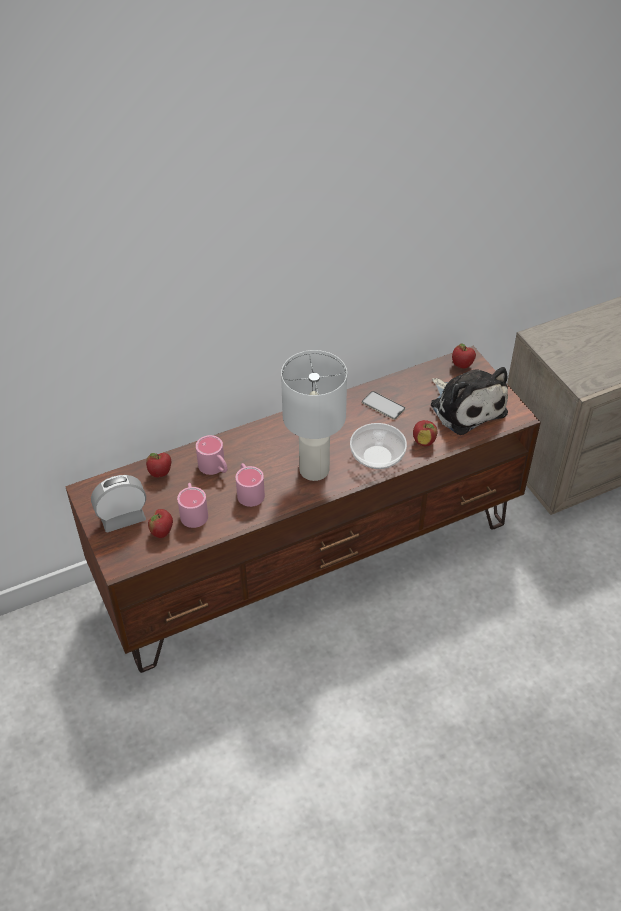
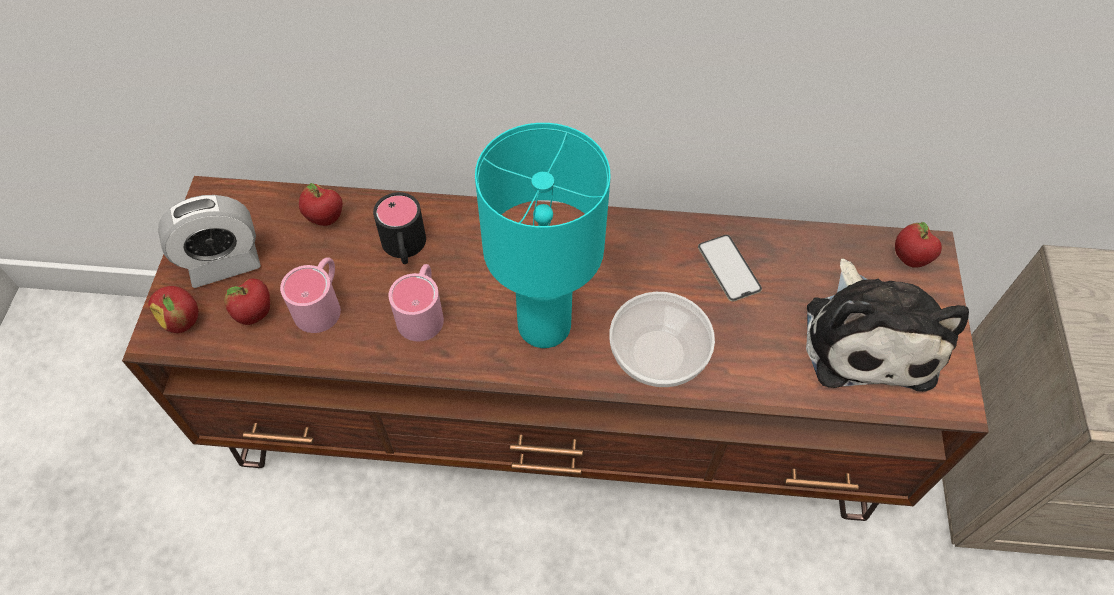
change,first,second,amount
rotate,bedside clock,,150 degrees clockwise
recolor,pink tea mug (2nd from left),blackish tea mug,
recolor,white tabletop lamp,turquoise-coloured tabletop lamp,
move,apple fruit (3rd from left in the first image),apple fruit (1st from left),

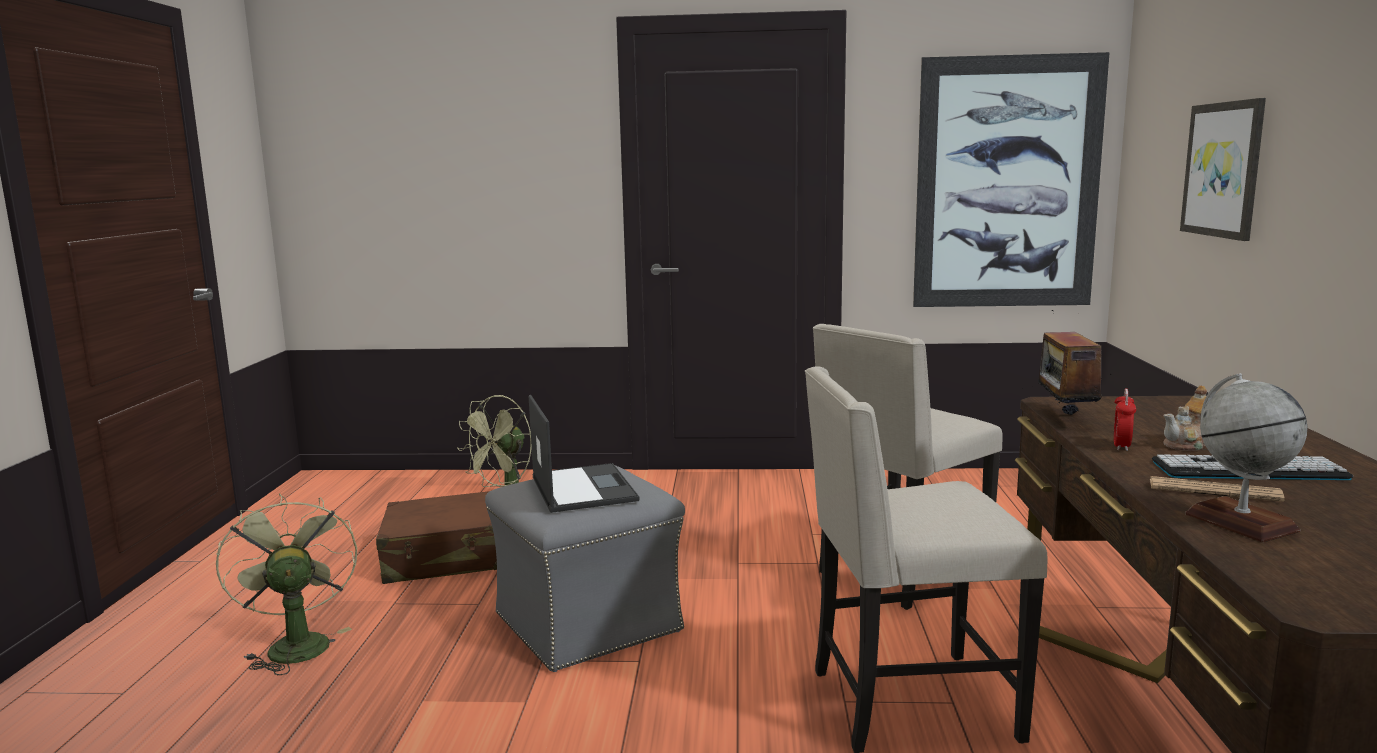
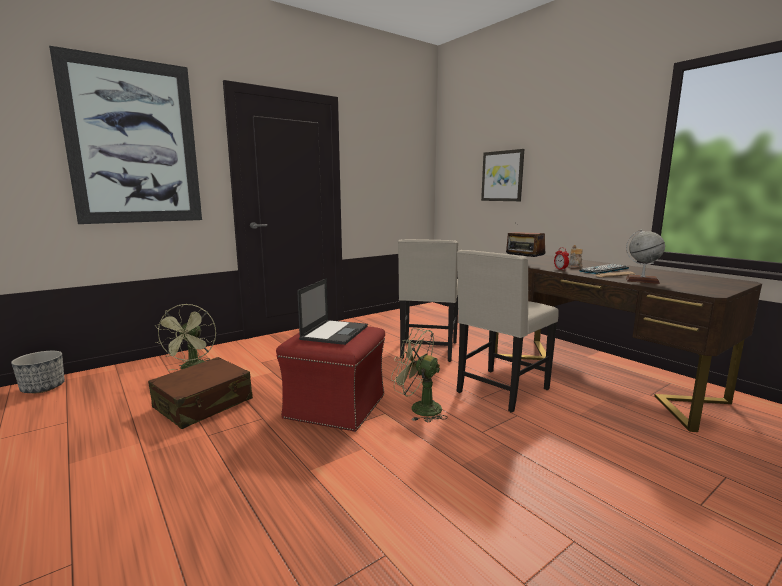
change,first,second,amount
move,greenish fan (1st from left in the first image),greenish fan (2nd from left),
recolor,grey pouffe,red pouffe,
rotate,notebook computer,,75 degrees clockwise
move,picture (1st from left),,
insert,,plant pot,

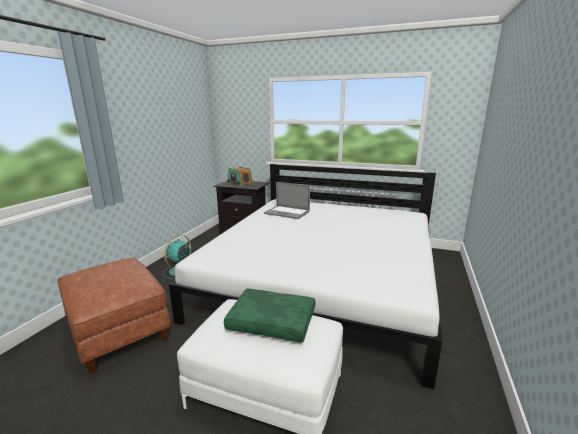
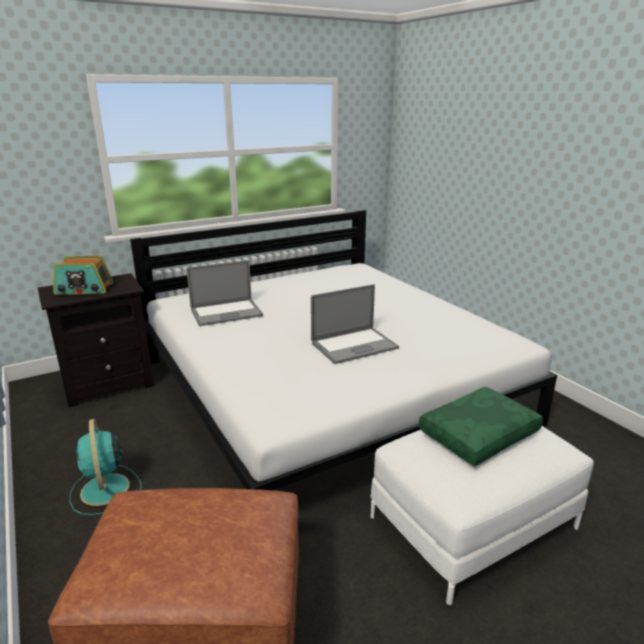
change,first,second,amount
insert,,notebook computer (2nd from left),

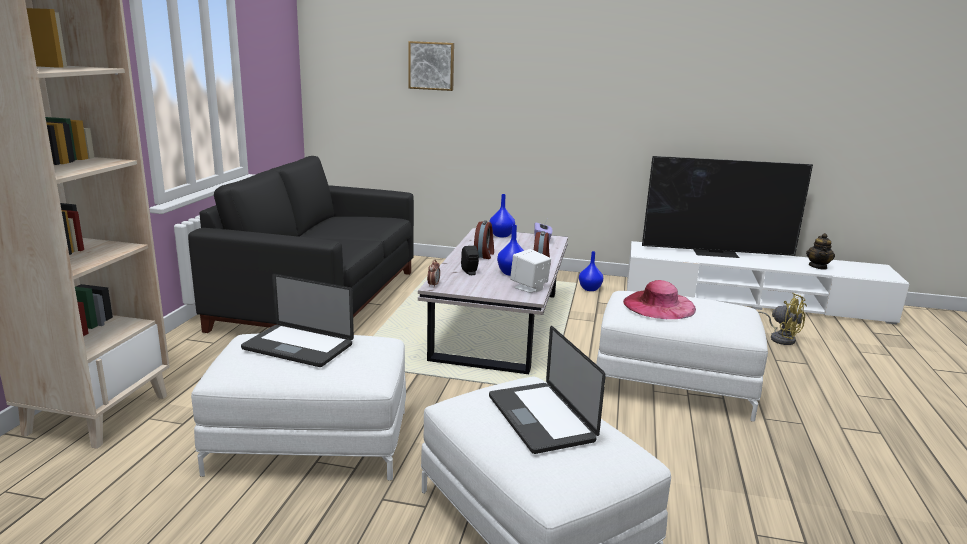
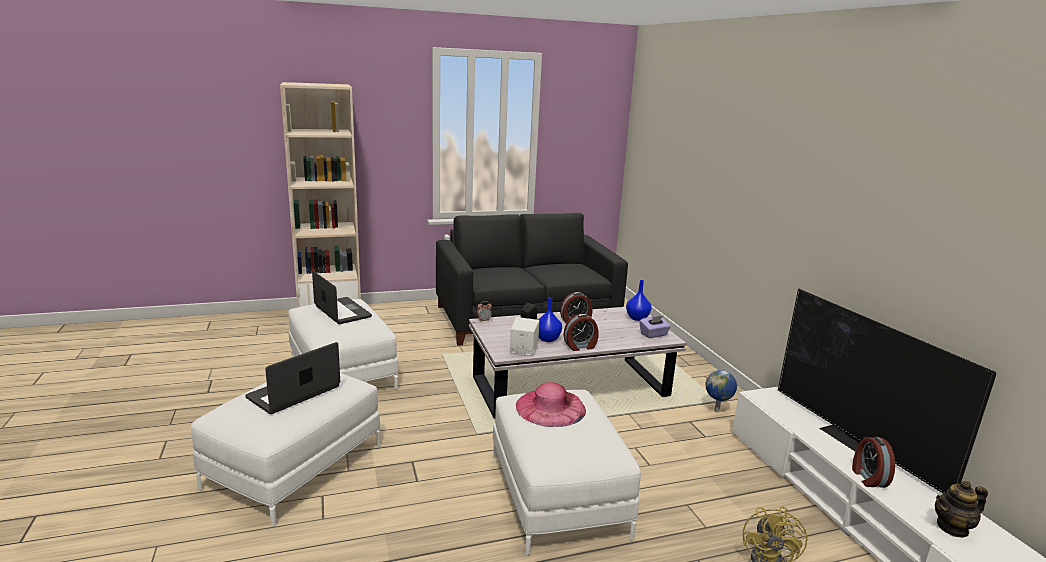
change,first,second,amount
rotate,notebook computer (1st from left in the first image),notebook computer (2nd from left),150 degrees clockwise
delete,picture,,
replace,blue vase (3rd from left),world globe,
insert,,bedside clock (4th from left),

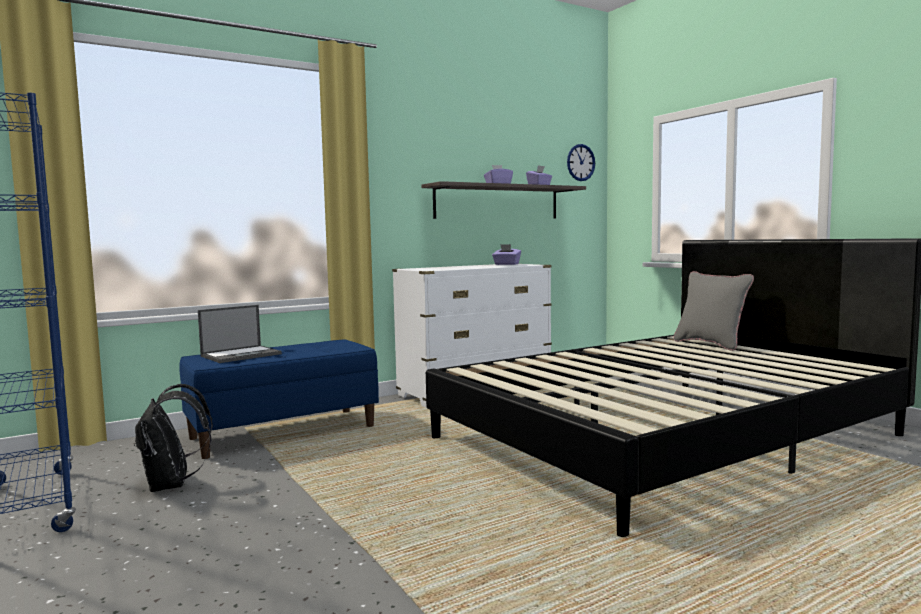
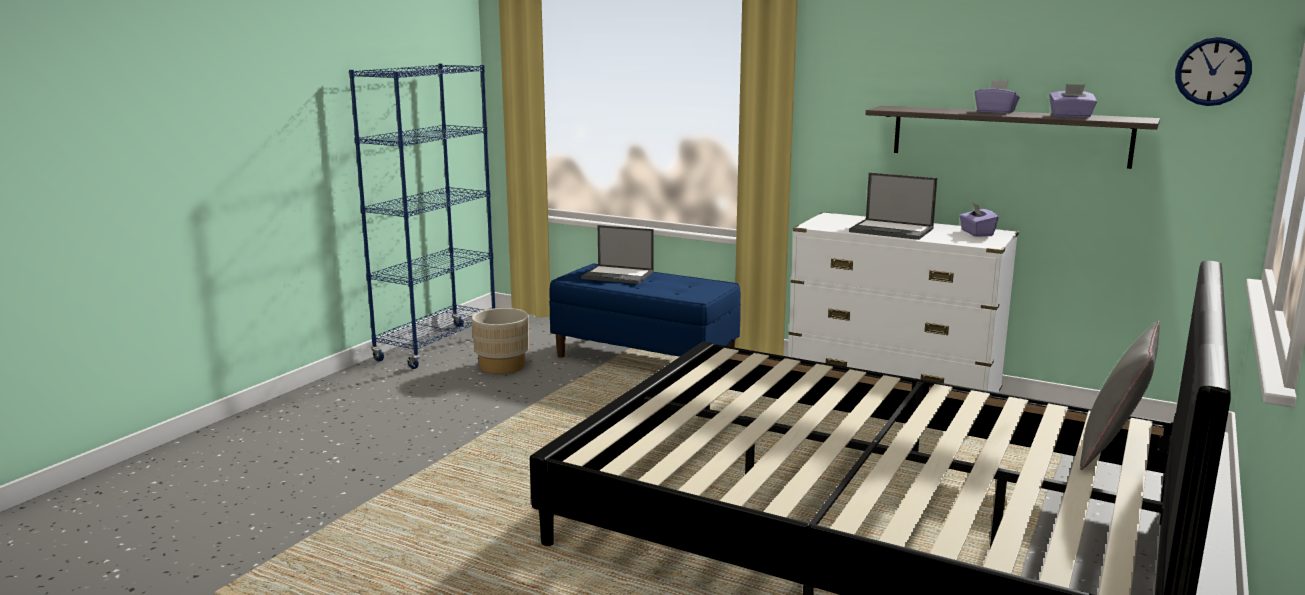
change,first,second,amount
replace,blackish backpack,beige plant pot,
insert,,notebook computer (2nd from left),

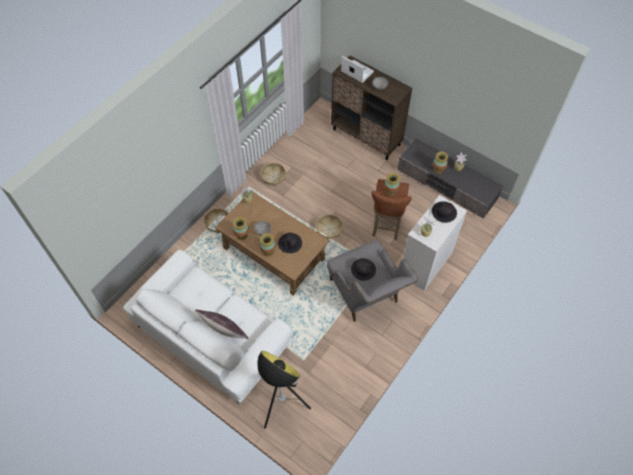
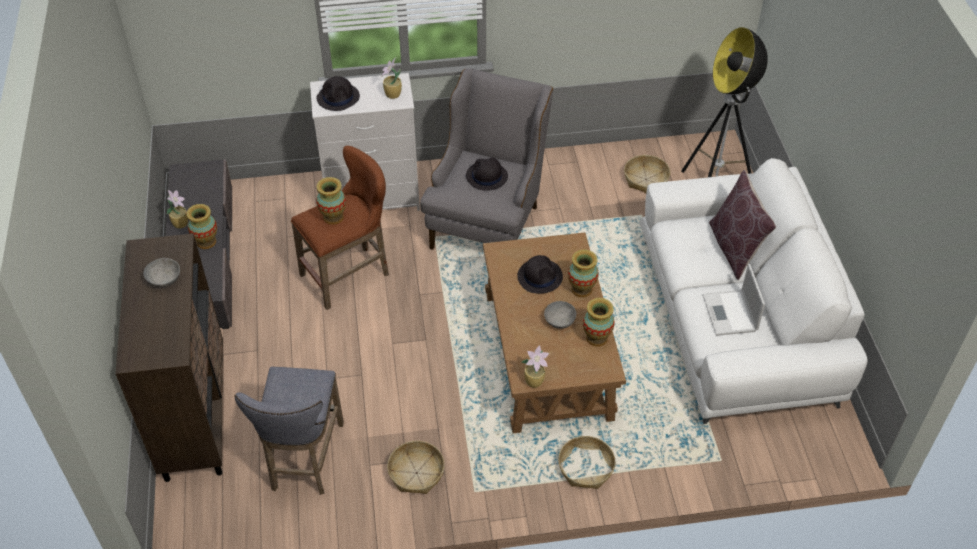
change,first,second,amount
move,household basket (3rd from left),,
move,notebook computer,,
insert,,grey stool,

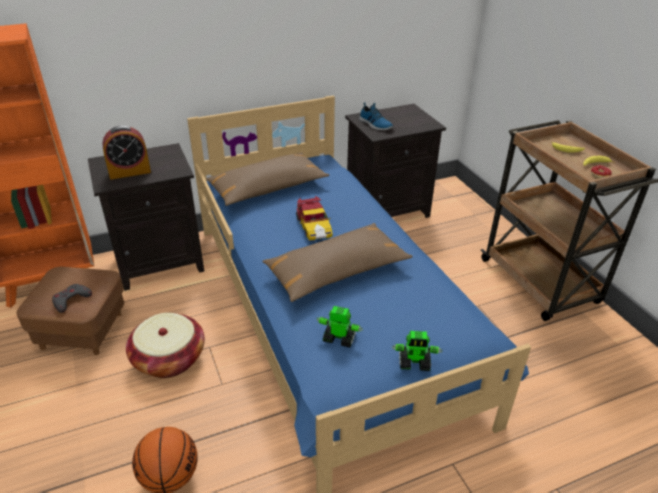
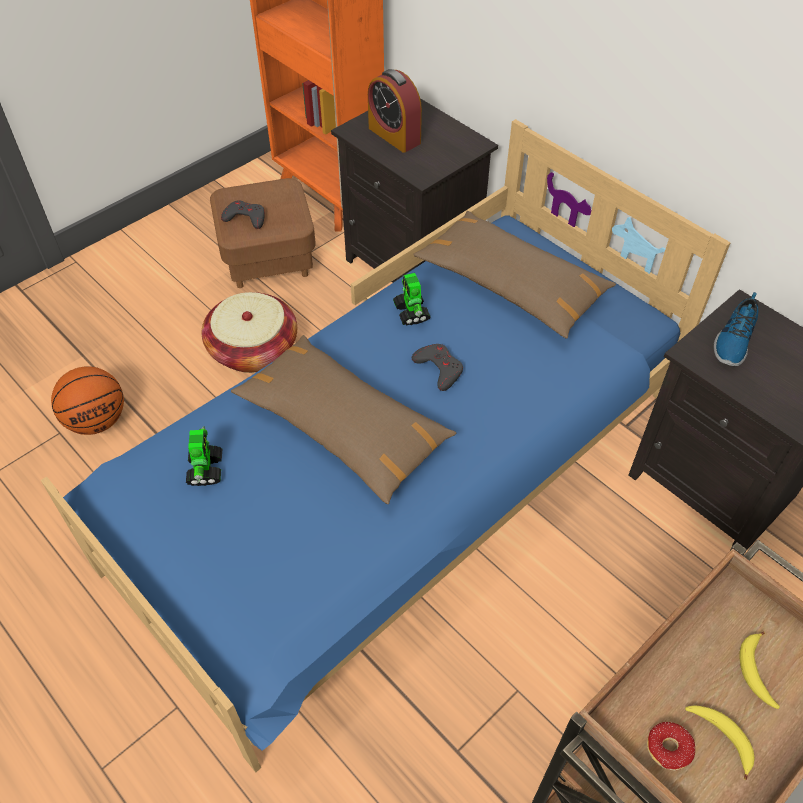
change,first,second,amount
replace,toy car,grey game controller (2nd from left),
move,toy robot (2nd from left),,

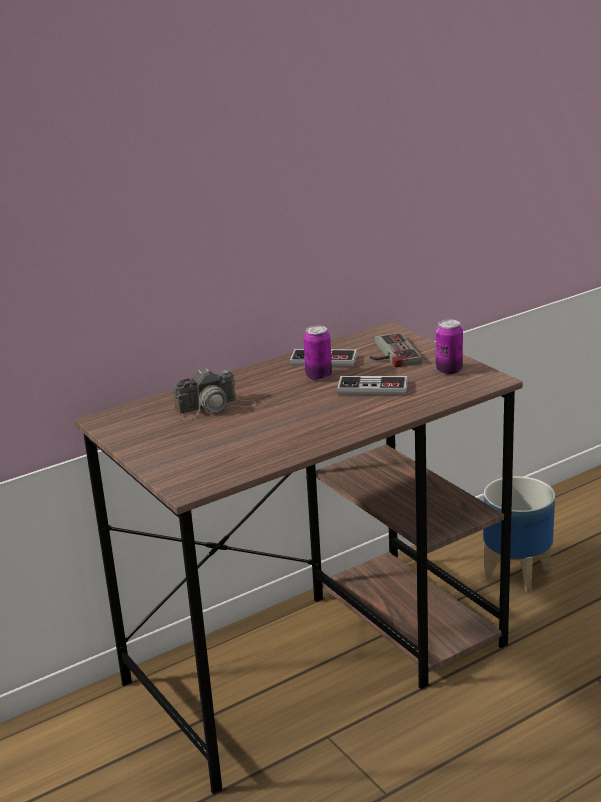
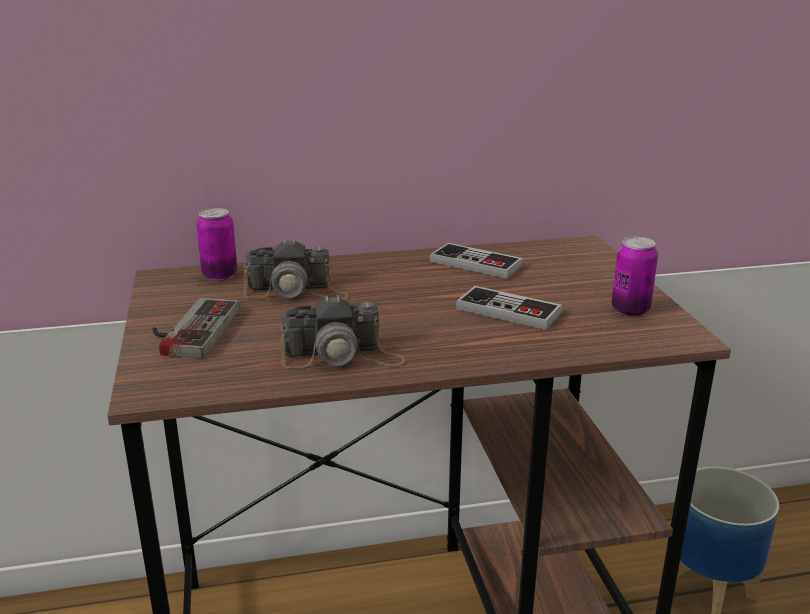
change,first,second,amount
move,can (1st from left),,
move,game controller (3rd from left in the first image),game controller (1st from left),
insert,,still camera (2nd from left),

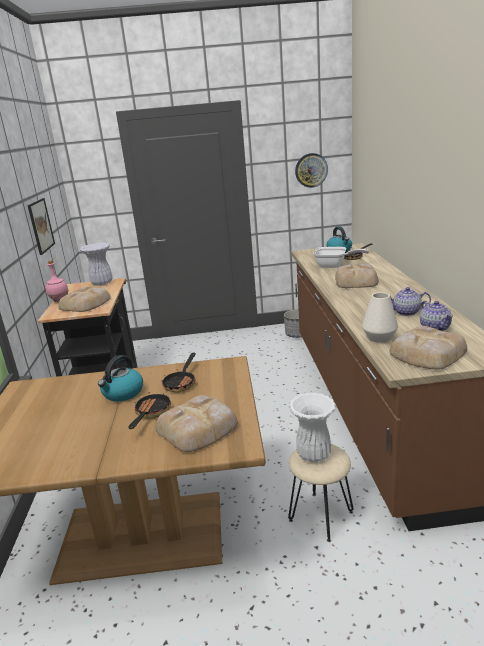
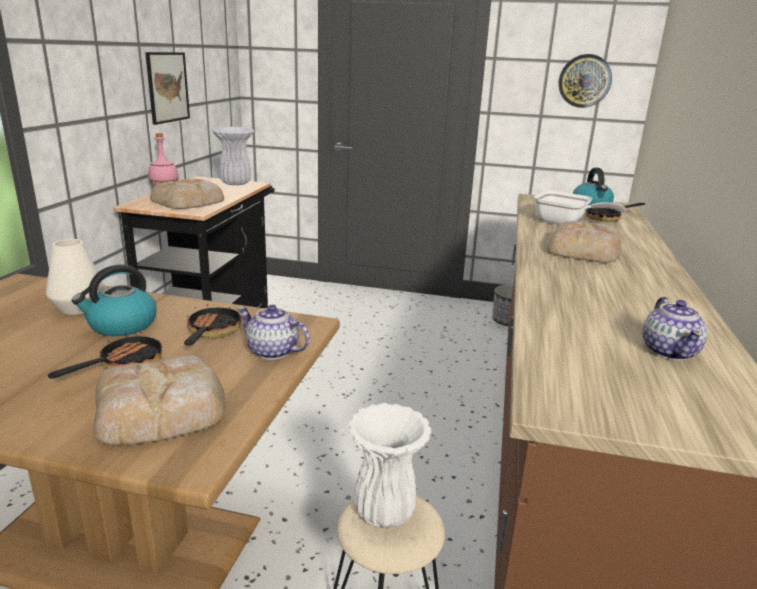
change,first,second,amount
rotate,frying pan (2nd from left),,150 degrees clockwise
move,white vase (3rd from left in the first image),white vase (1st from left),
move,pot for tea (1st from left),,
delete,bread (4th from left),,

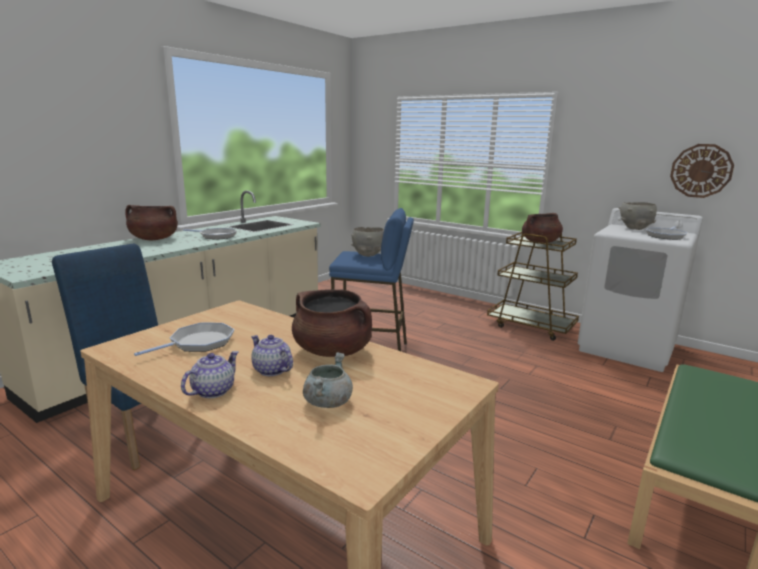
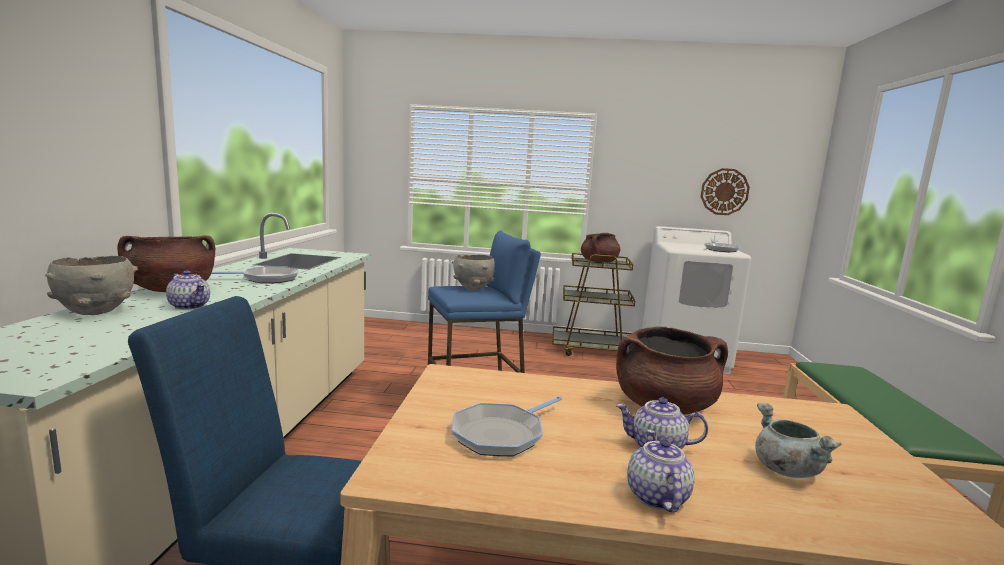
change,first,second,amount
rotate,frying pan (1st from left in the first image),frying pan (2nd from left),150 degrees counterclockwise
move,grey serving bowl (2nd from left in the first image),grey serving bowl (1st from left),
insert,,pot for tea (1st from left),

